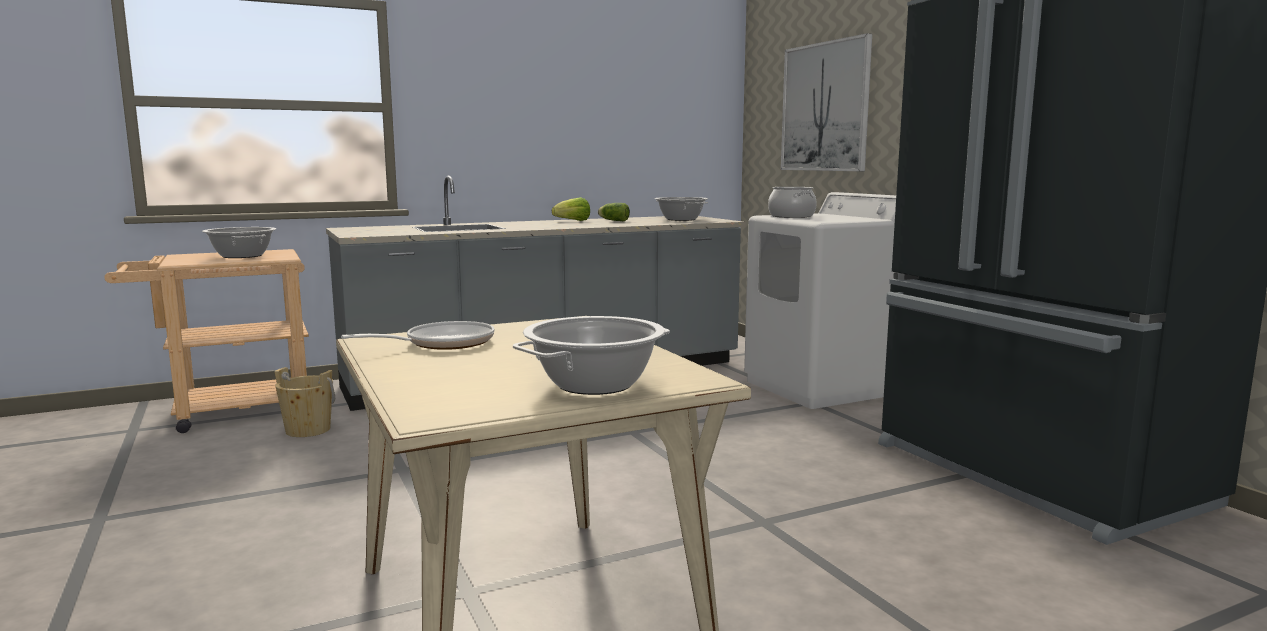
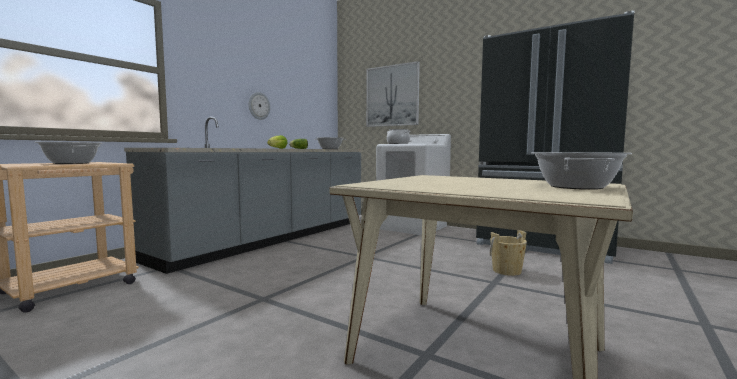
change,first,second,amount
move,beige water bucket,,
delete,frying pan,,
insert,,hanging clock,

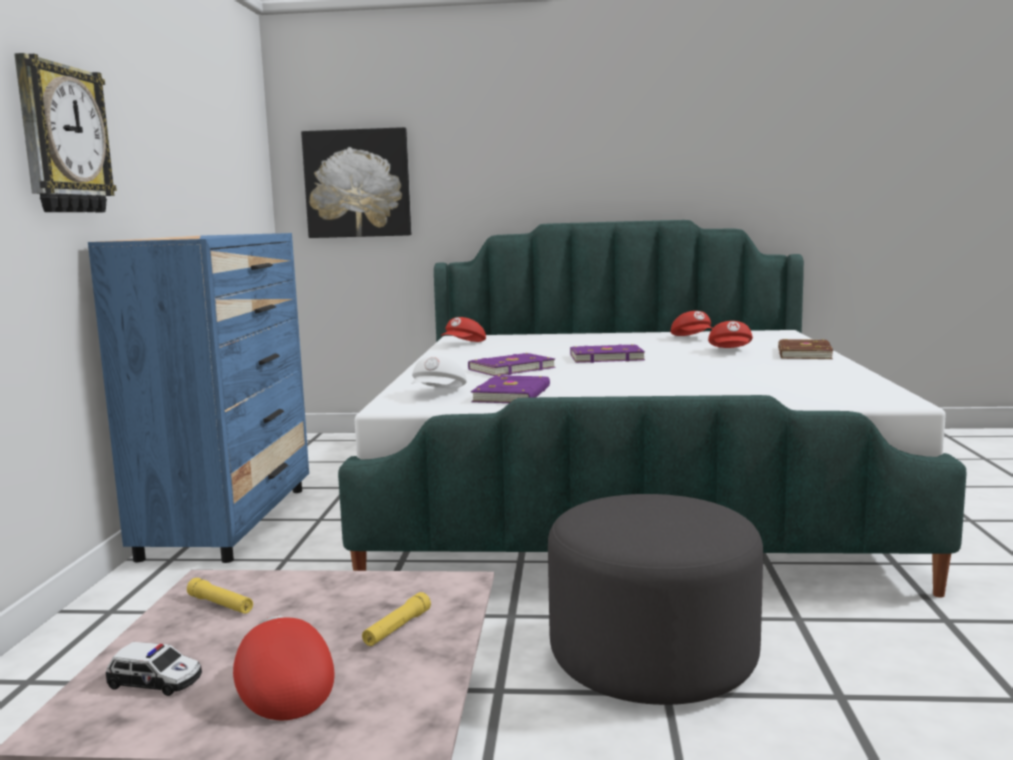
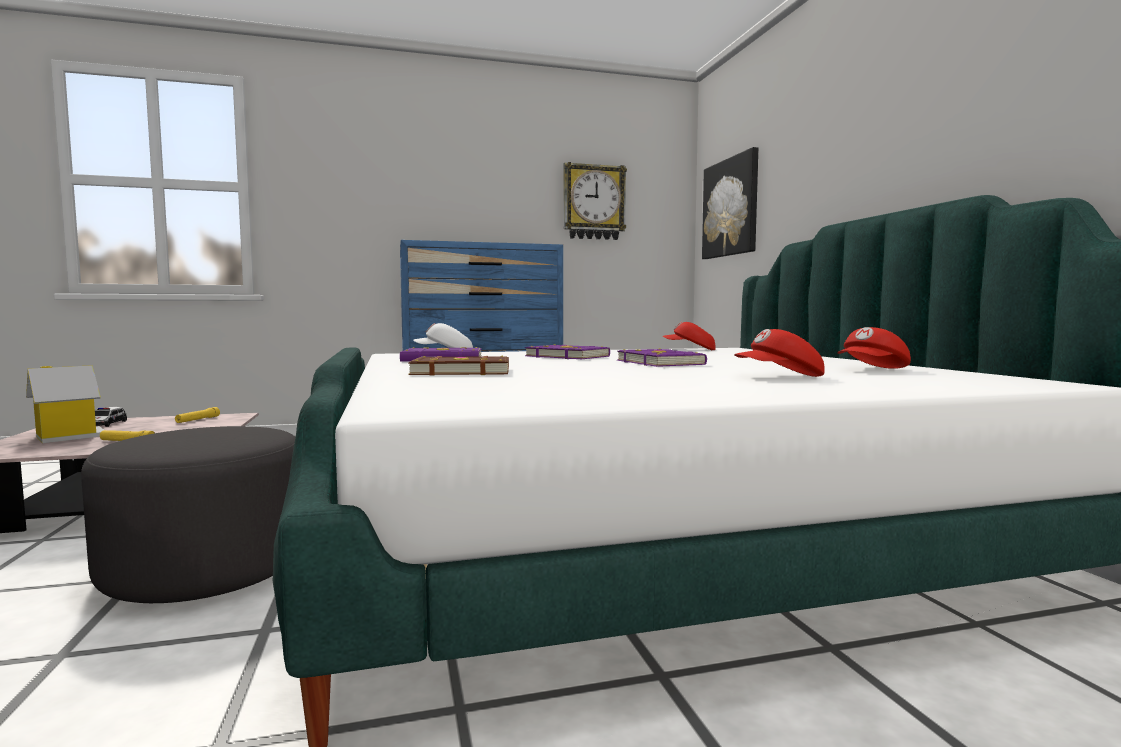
change,first,second,amount
move,hanging clock,,
replace,red baseball cap (1st from left),miniature house,
move,brown-coloured volume,,

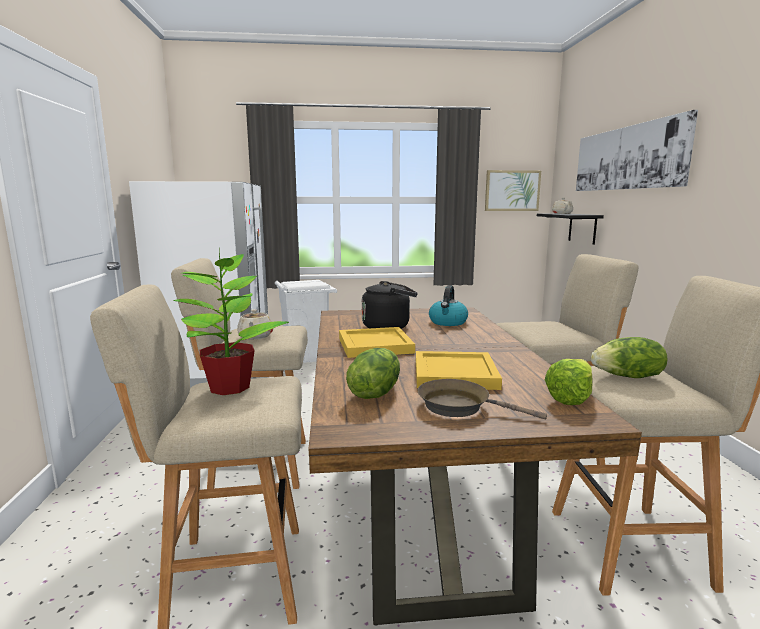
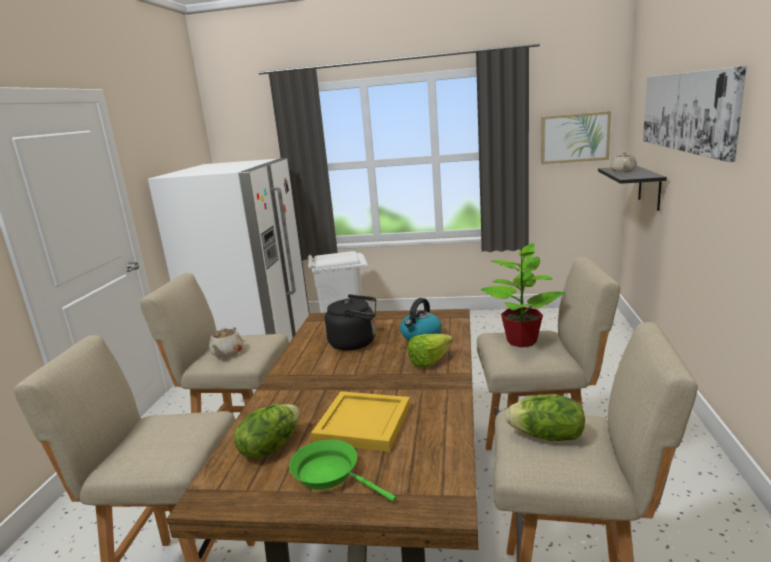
change,first,second,amount
move,plant in a pot,,
delete,yellow serving tray (1st from left),,
recolor,brown-coloured frying pan,greenish frying pan,
move,head of lettuce (2nd from left),,

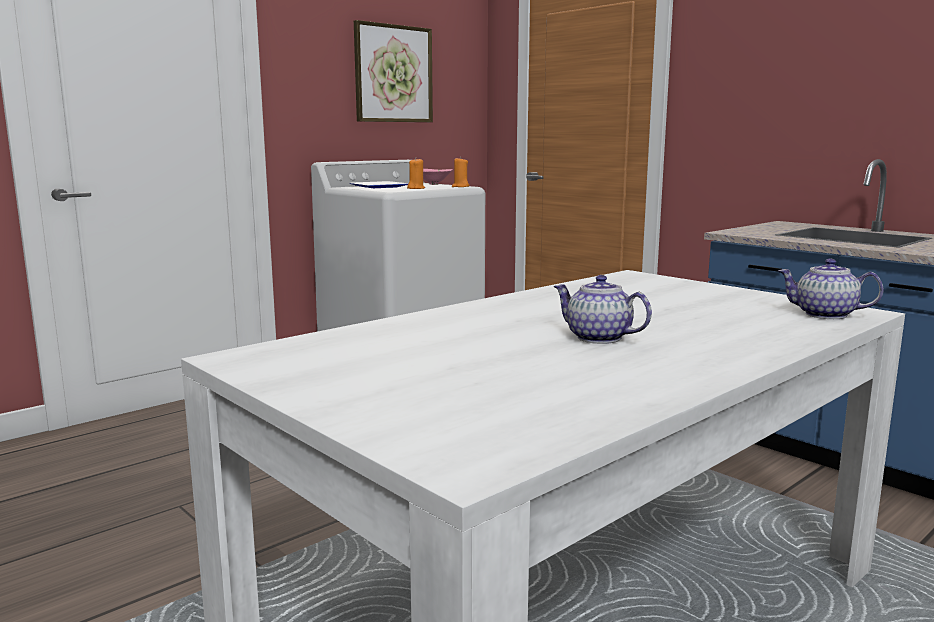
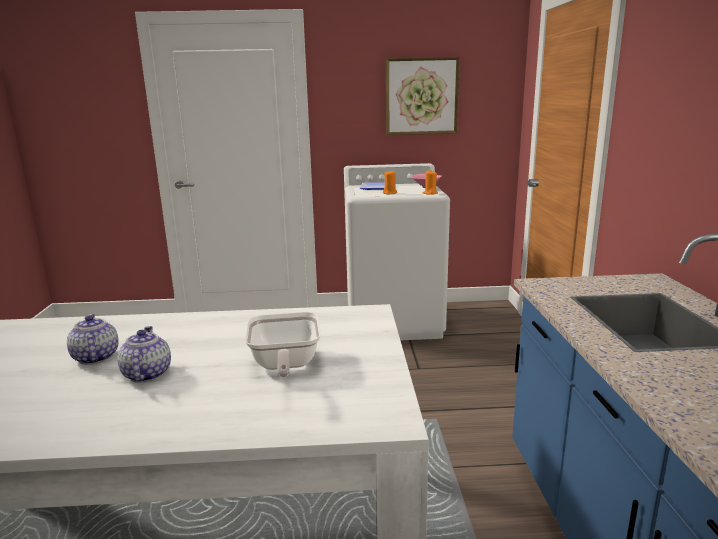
change,first,second,amount
move,pot for tea (2nd from left in the first image),pot for tea (1st from left),
insert,,frying pan,

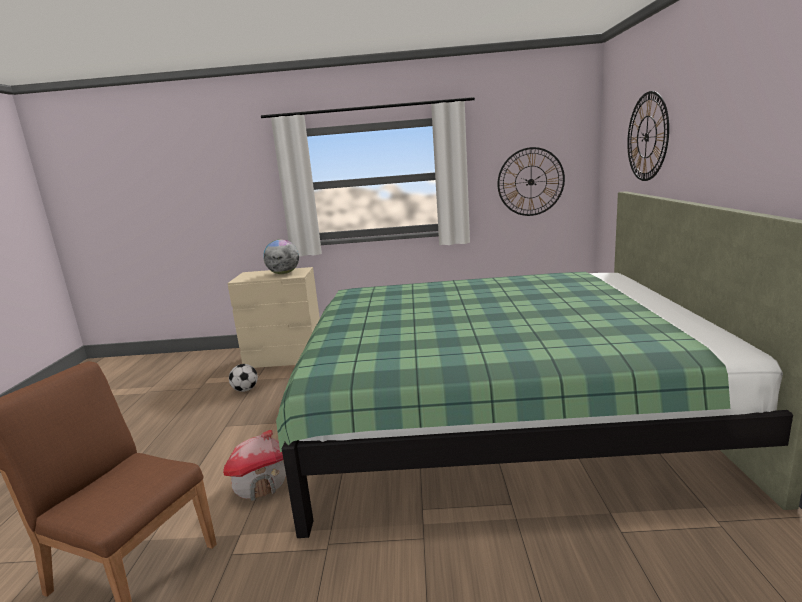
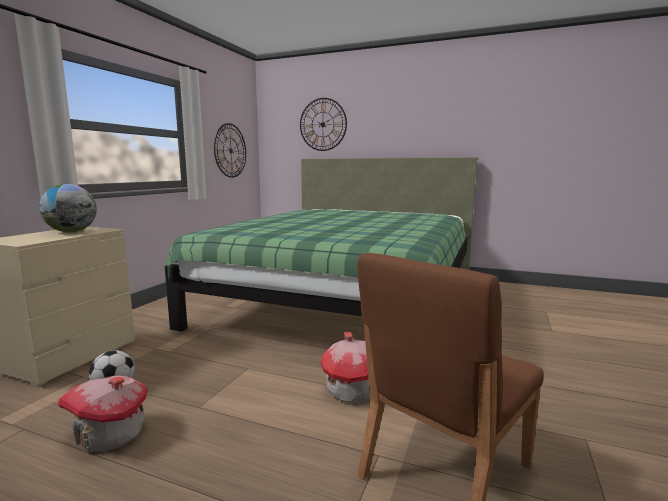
change,first,second,amount
insert,,miniature house (1st from left),

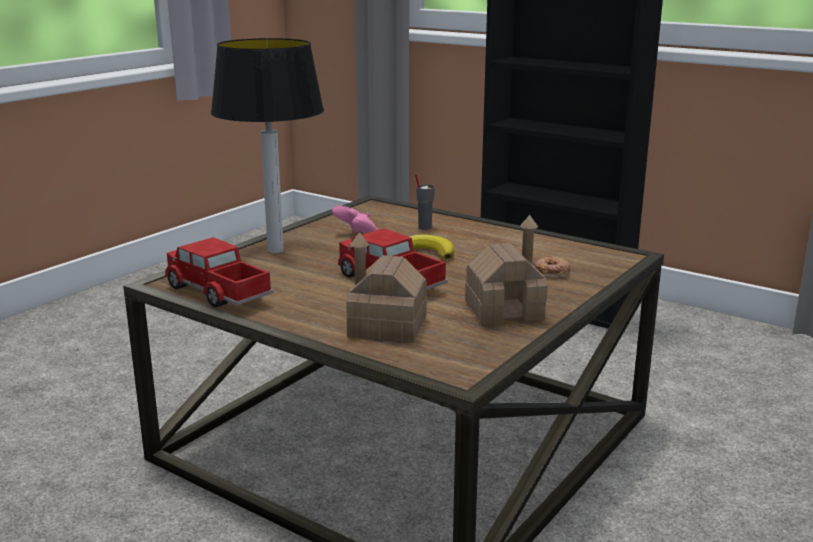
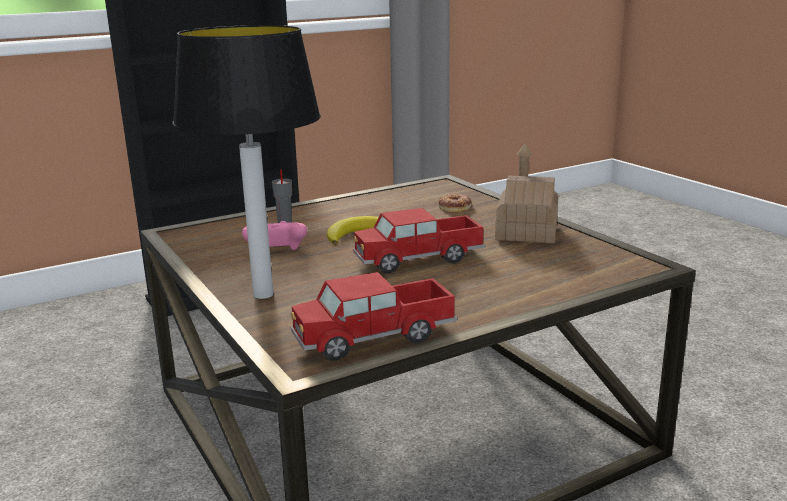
change,first,second,amount
delete,miniature house (1st from left),,

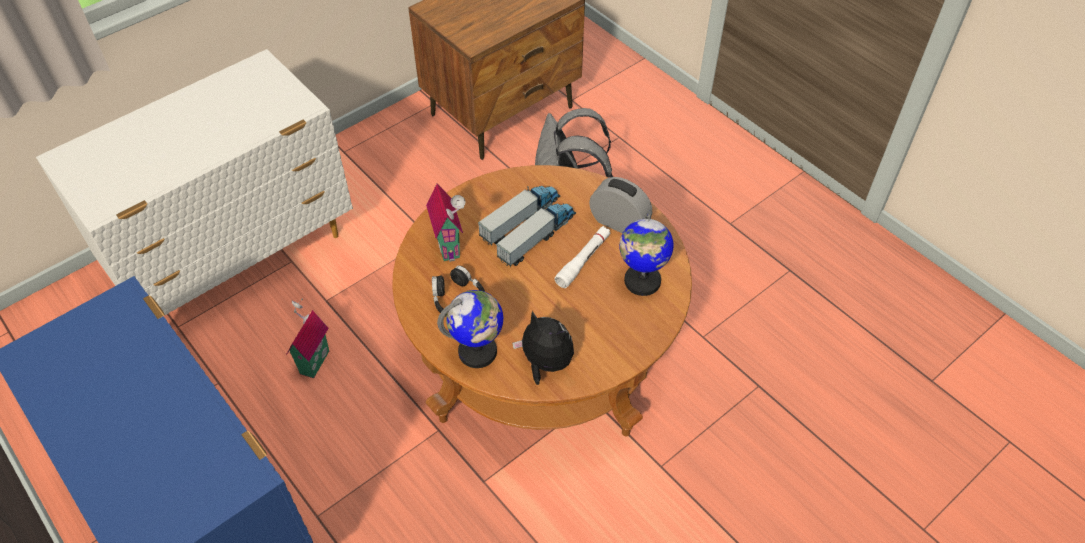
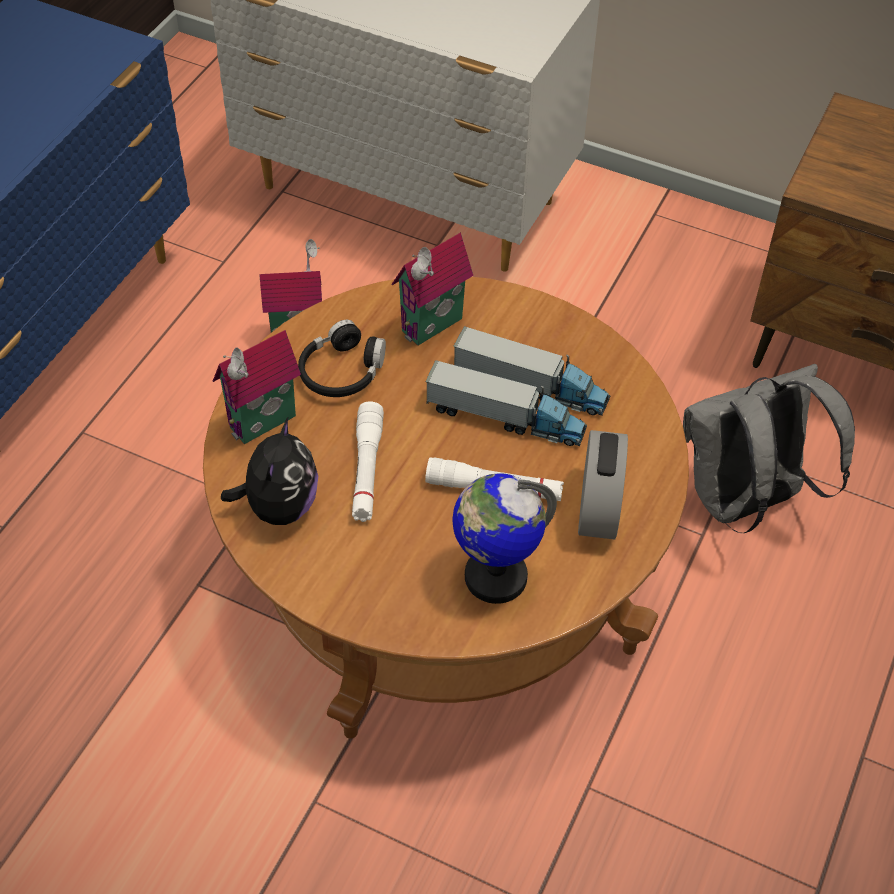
change,first,second,amount
replace,world globe (1st from left),miniature house (1st from left),
insert,,white torch (1st from left),

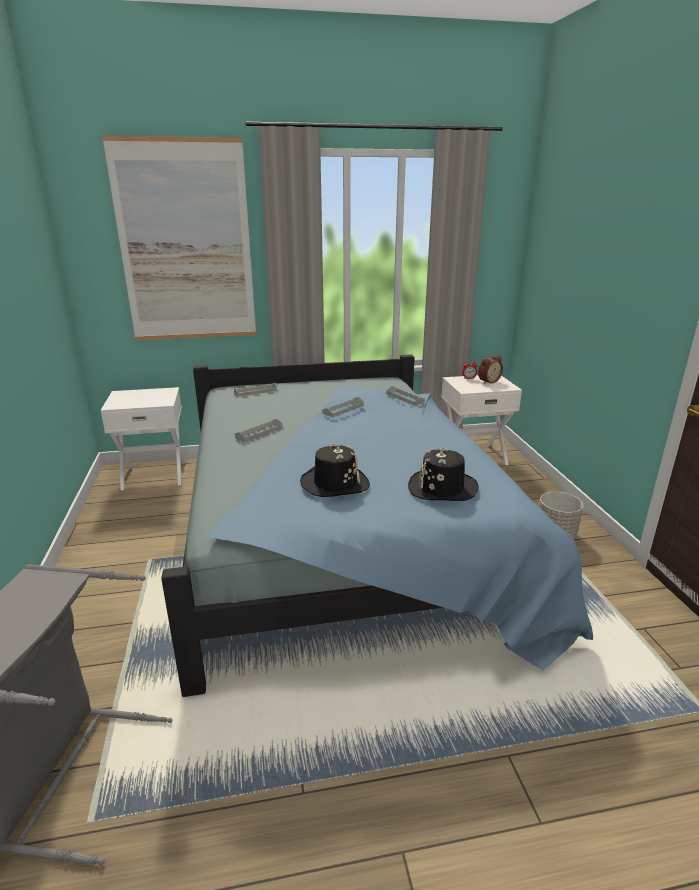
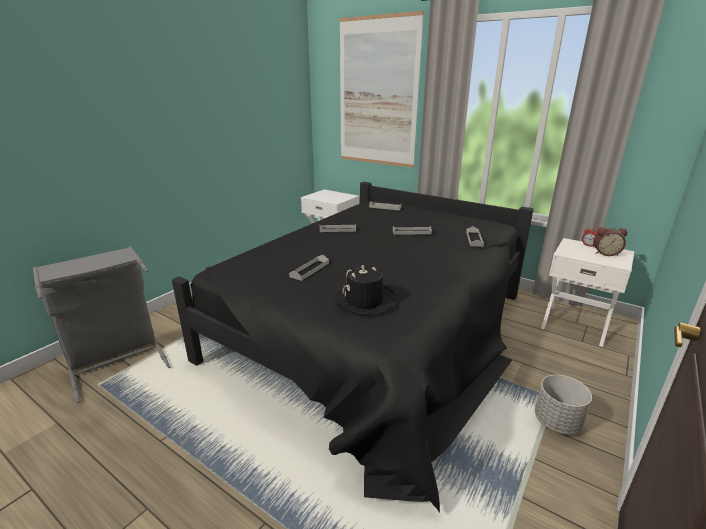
change,first,second,amount
recolor,blue bed,blackish bed,
replace,blackish hat (1st from left),grey serving tray (1st from left),

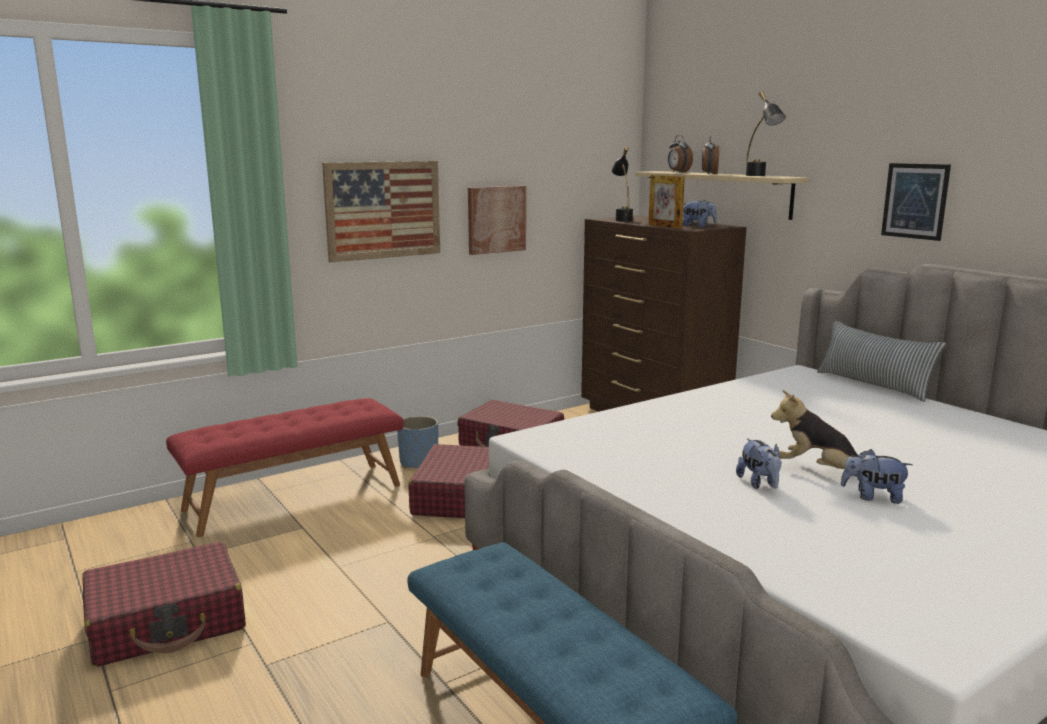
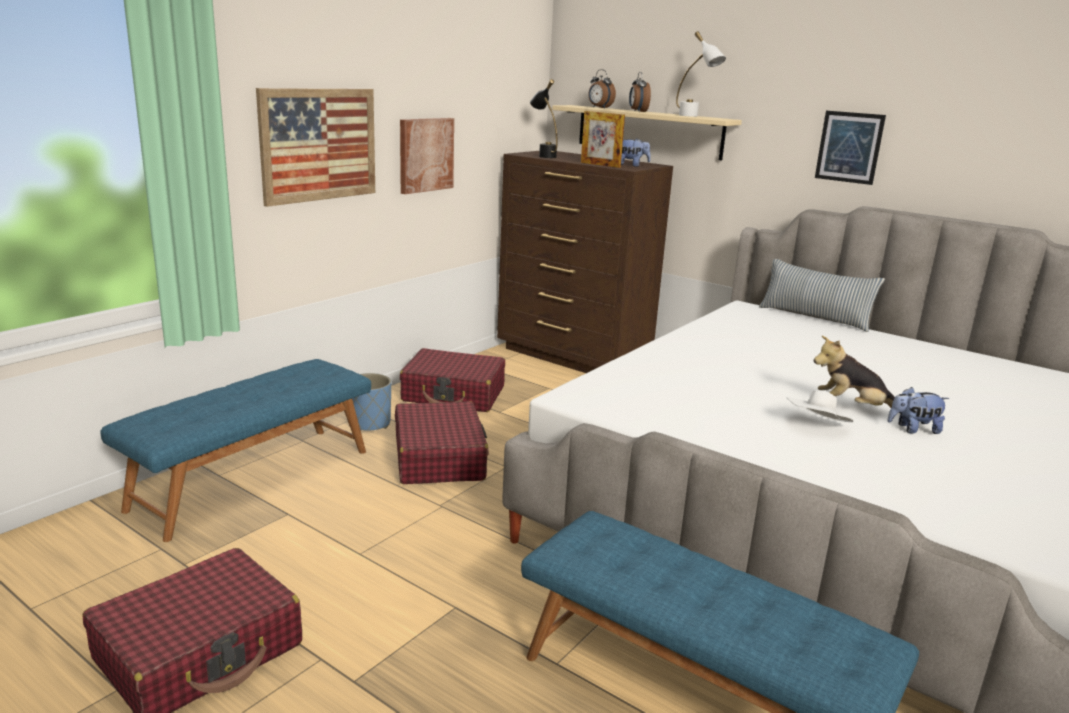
change,first,second,amount
recolor,red indoor bench,blue indoor bench (1st from left),
replace,cuddly toy (2nd from left),white hat,
recolor,blackish tabletop lamp (2nd from left),white tabletop lamp,

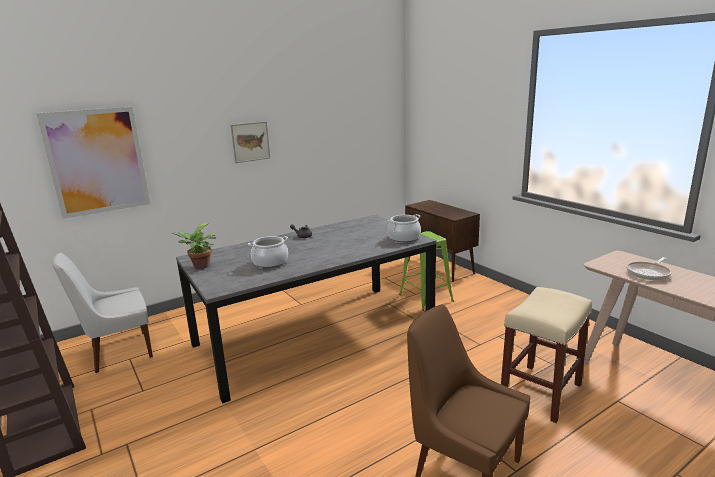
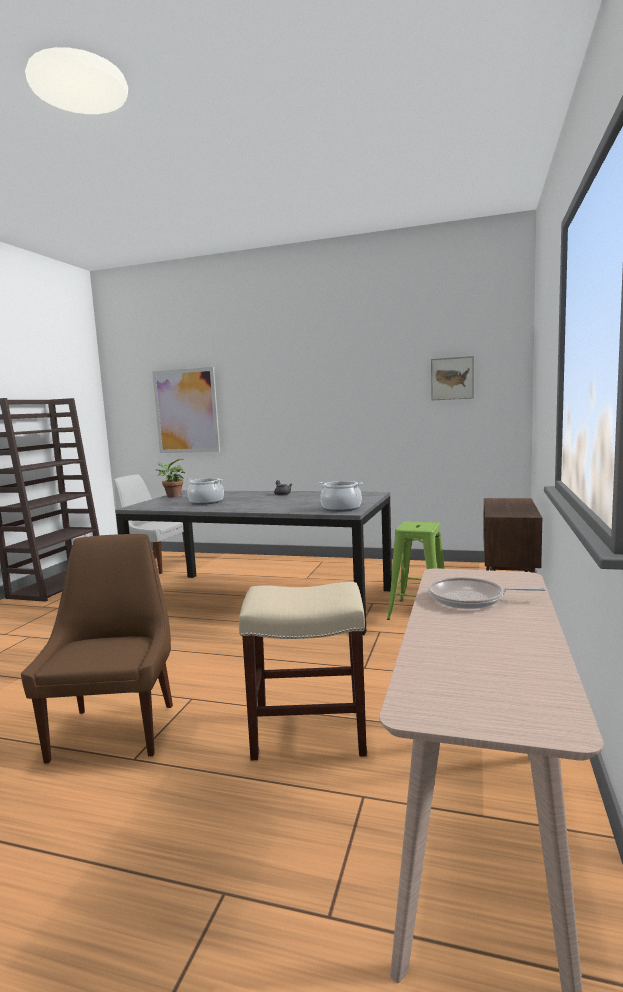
change,first,second,amount
move,picture (2nd from left),,

